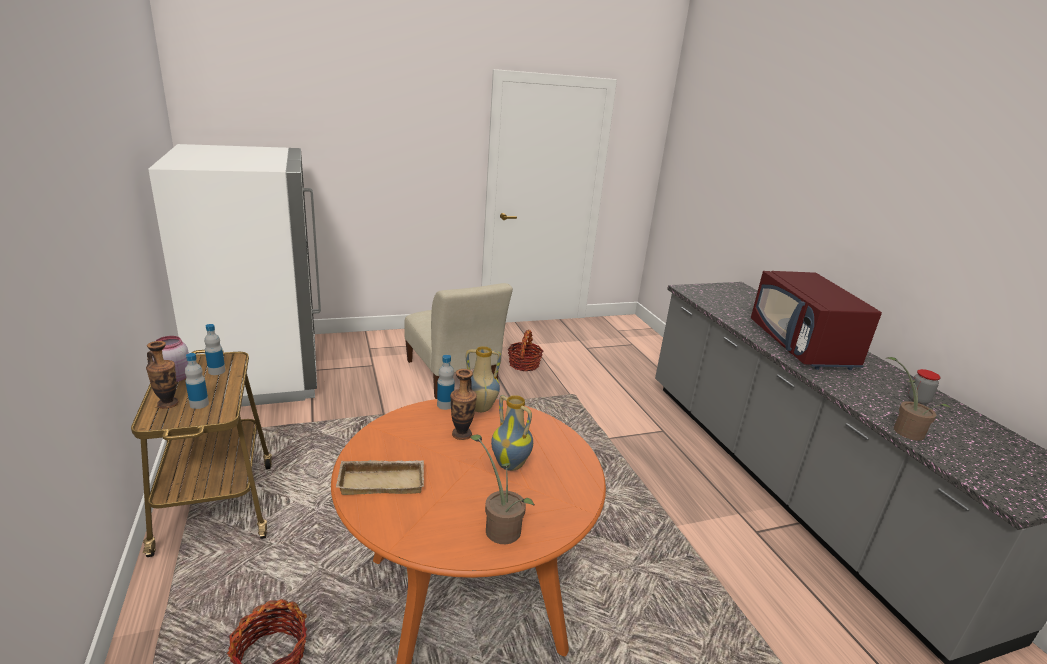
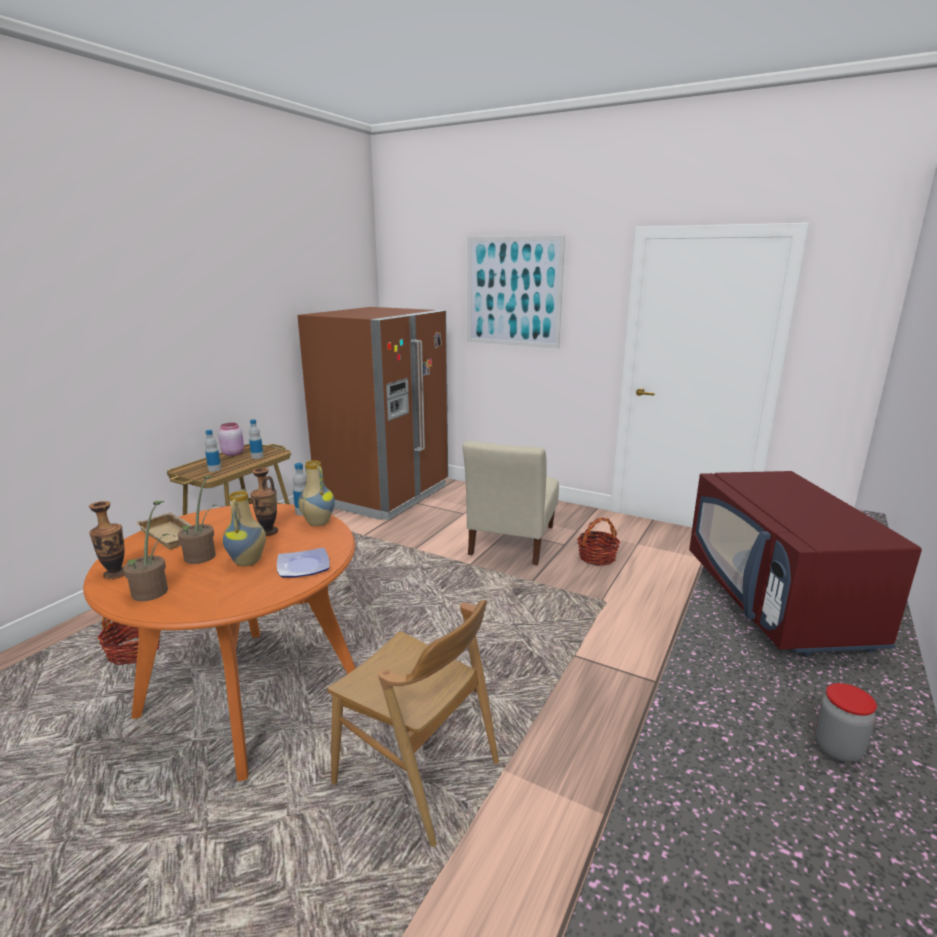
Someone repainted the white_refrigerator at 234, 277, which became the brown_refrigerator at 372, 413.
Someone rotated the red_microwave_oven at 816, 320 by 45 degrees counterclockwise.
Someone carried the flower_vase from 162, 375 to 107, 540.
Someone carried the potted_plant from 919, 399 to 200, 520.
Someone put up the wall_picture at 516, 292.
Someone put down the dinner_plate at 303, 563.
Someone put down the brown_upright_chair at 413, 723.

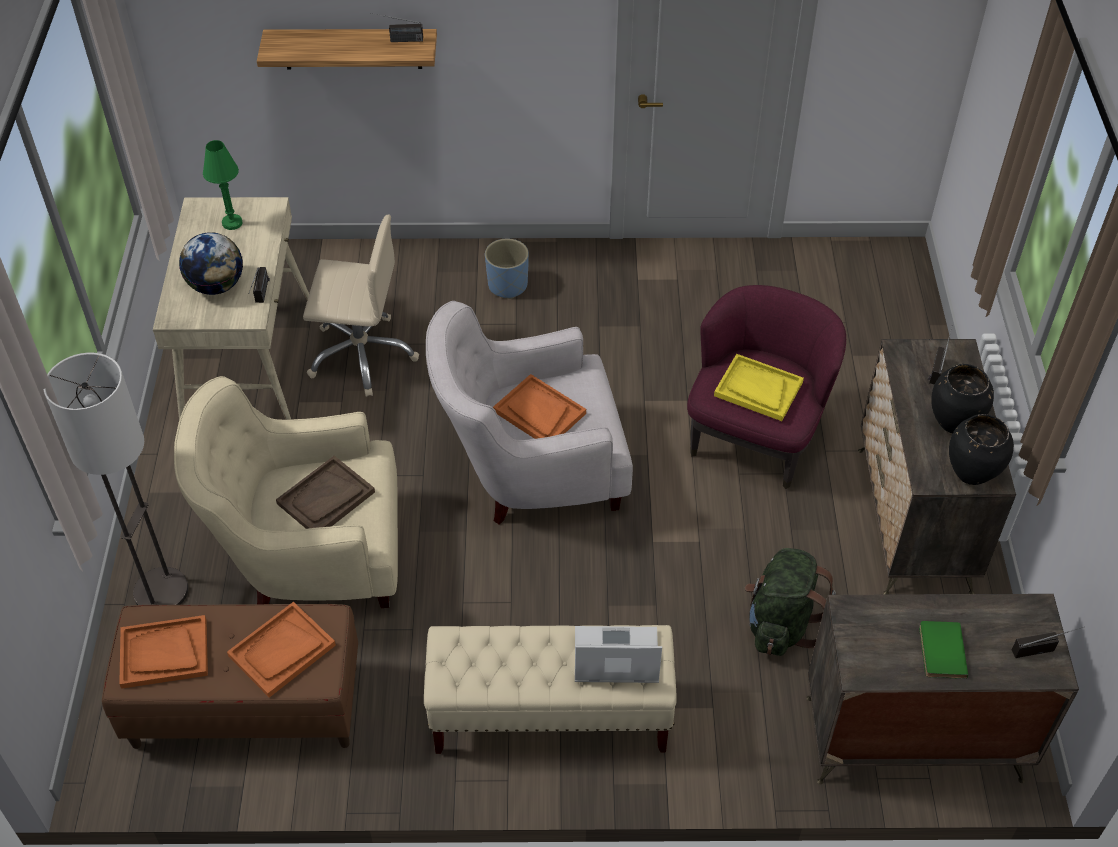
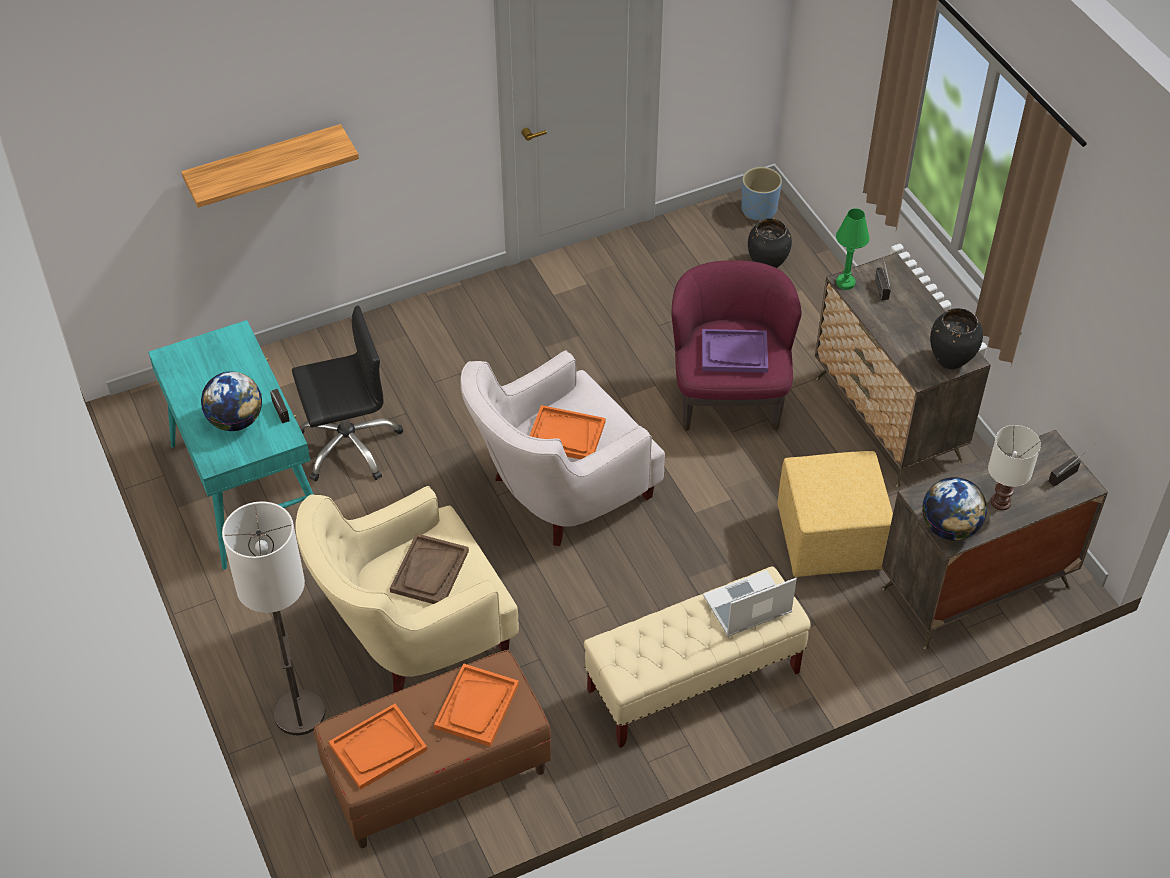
Someone took away the radio_set at 396, 27.
Someone carried the green_tabletop_lamp from 223, 185 to 853, 249.
Someone repainted the beige-coloured_desk_unit at 231, 308, which became the blue-green_desk_unit at 231, 445.
Someone repainted the beige-coloured_desk_chair at 361, 306, which became the blackish_desk_chair at 347, 394.
Someone carried the blue_planter from 507, 269 to 761, 194.
Someone repainted the yellow-coloured_tray at 759, 387, which became the purple_tray at 735, 351.
Someone carried the blackish_flower_vase from 962, 398 to 770, 243.
Someone swapped the green_knapsack at 790, 602 for the yellow-coloured_pouffe at 835, 514.
Someone swapped the green_book at 943, 650 for the white_tabletop_lamp at 1014, 467.
Someone put down the globe at 954, 509.

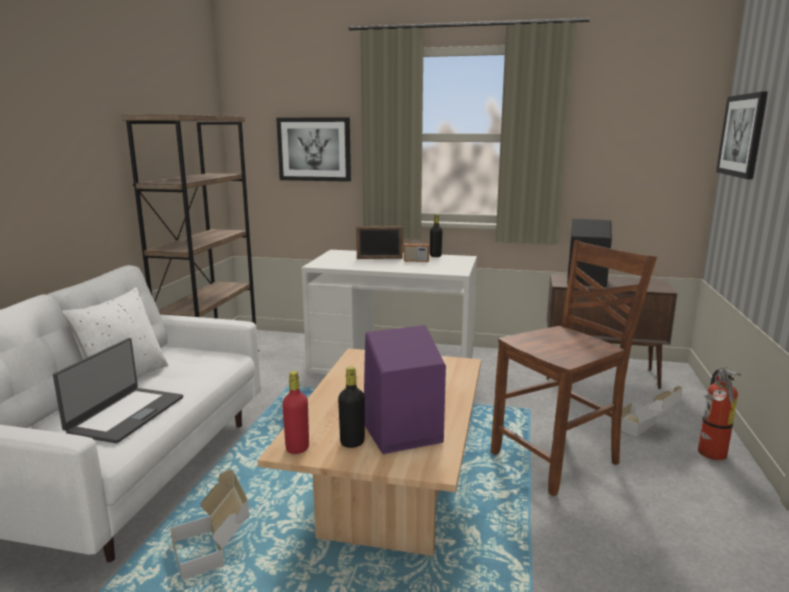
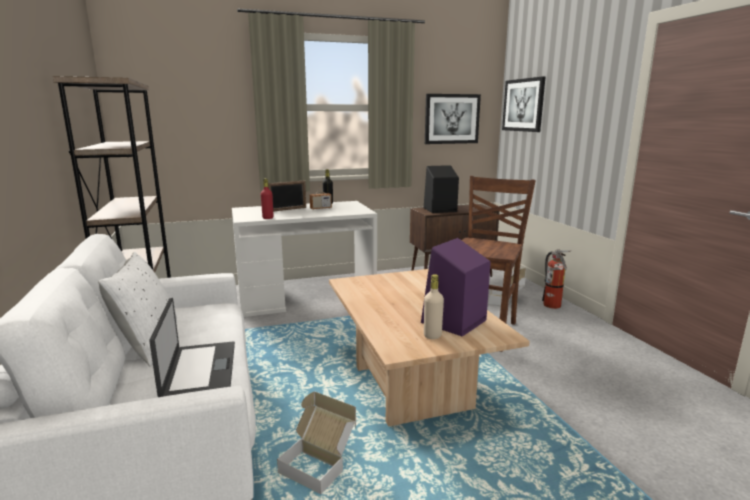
Someone carried the wall_picture from 313, 149 to 453, 119.
Someone repainted the blackish_bottle at 351, 407, which became the beige-coloured_bottle at 434, 306.
Someone carried the red_bottle from 295, 412 to 267, 198.

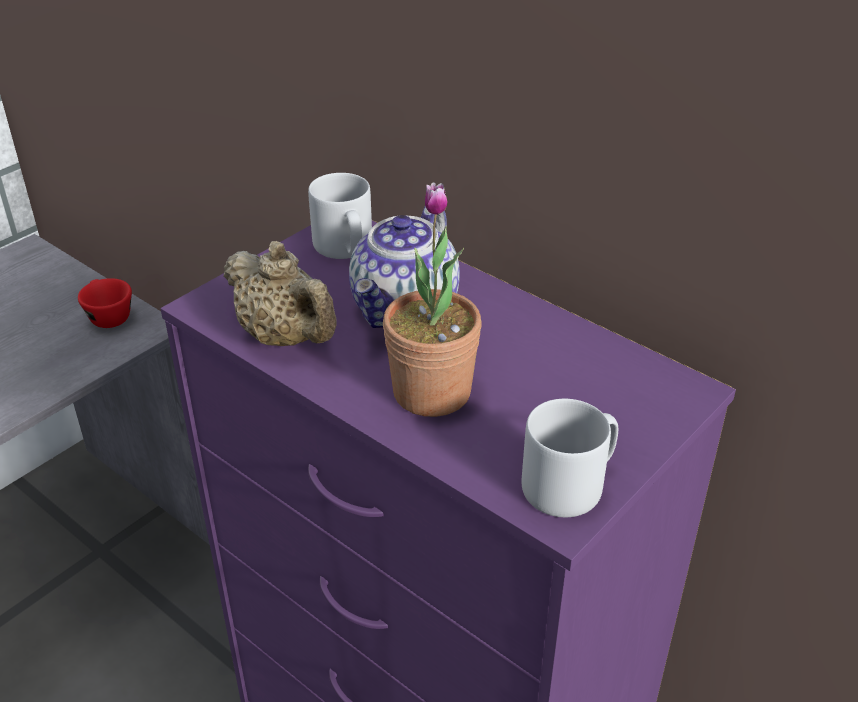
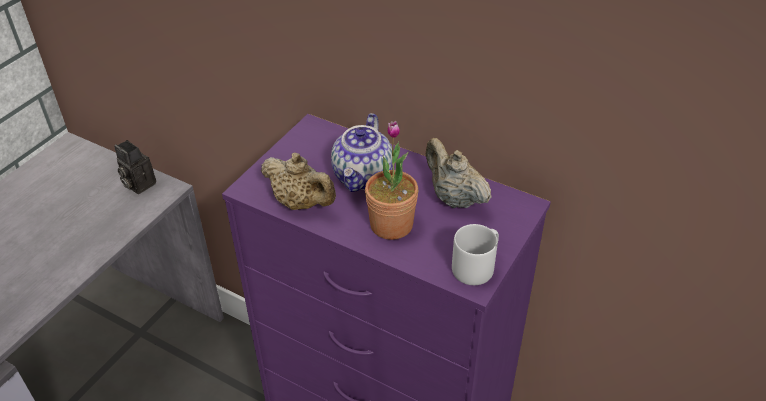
Someone took away the gray_tea_mug at 340, 216.
Someone swapped the red_drinking_cup at 105, 303 for the photo_camera at 135, 167.
Someone put down the beige-coloured_tea_pot at 459, 173.

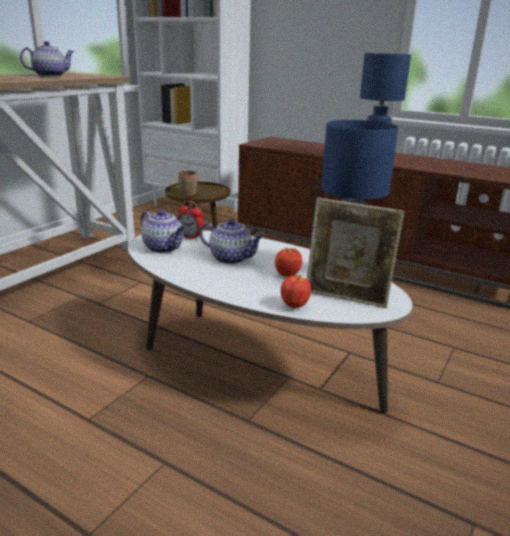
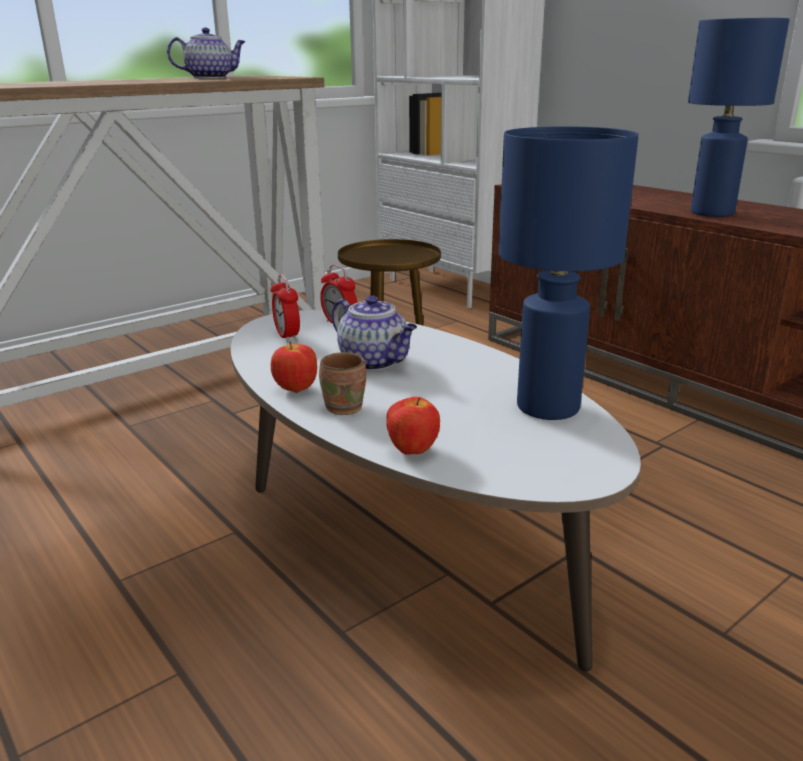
Someone carried the brown_tea_mug from 188, 182 to 342, 383.
Someone took away the photo_frame at 356, 253.
Someone swapped the tea_pot at 163, 231 for the bedside_clock at 285, 308.
Someone carried the whole_apple from 288, 262 to 294, 367.

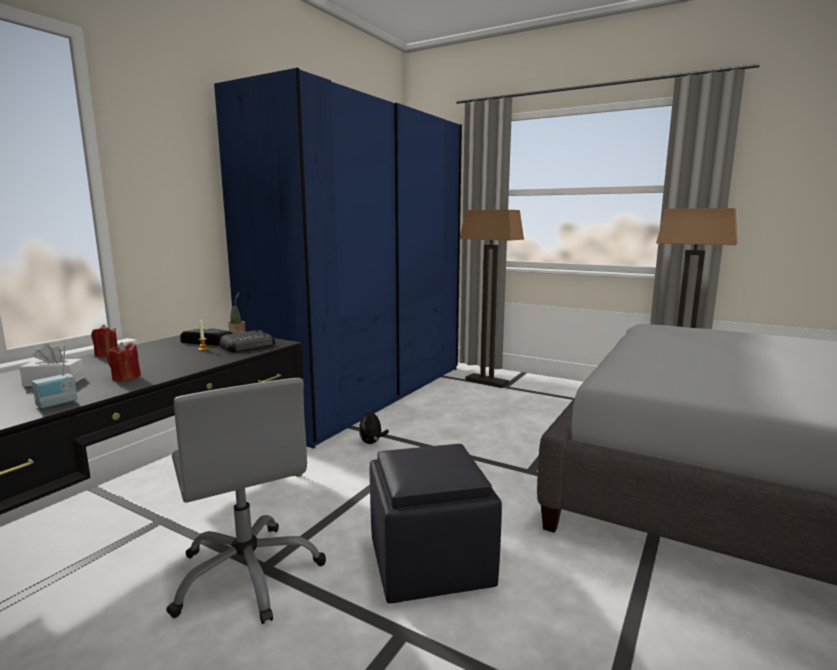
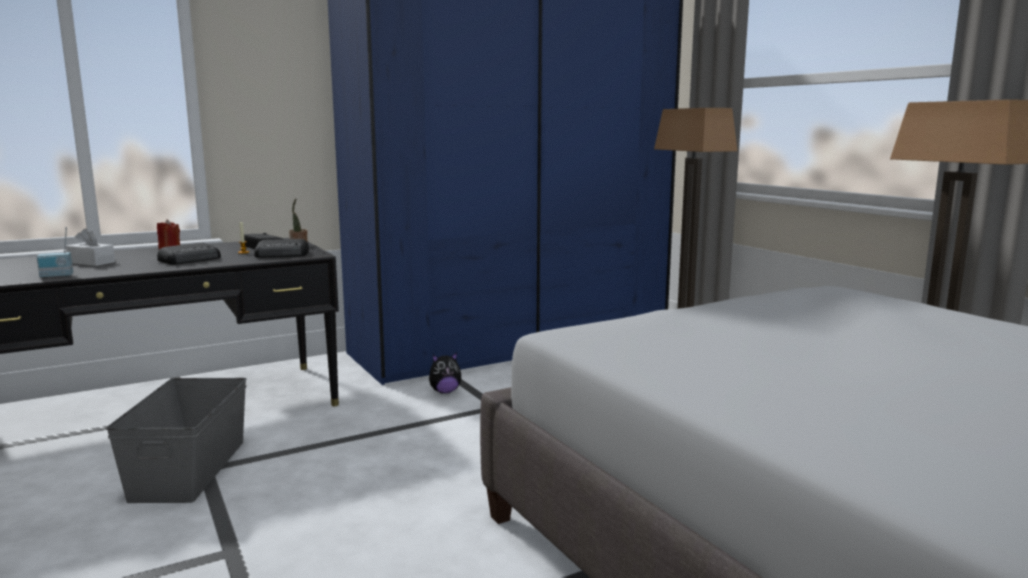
Someone took away the red_wax_candle at 124, 361.
Someone swapped the gray_desk_chair at 246, 501 for the gray_storage_container at 176, 440.
Someone rotated the soft_toy at 374, 425 by 135 degrees counterclockwise.
Someone took away the blackish_pouffe at 436, 524.
Someone put down the radio_set at 189, 254.

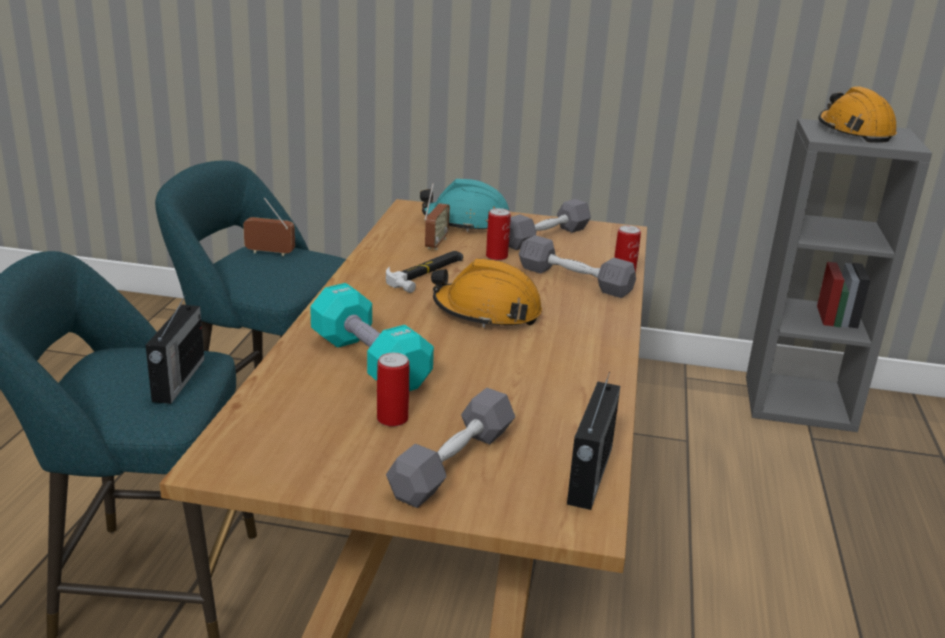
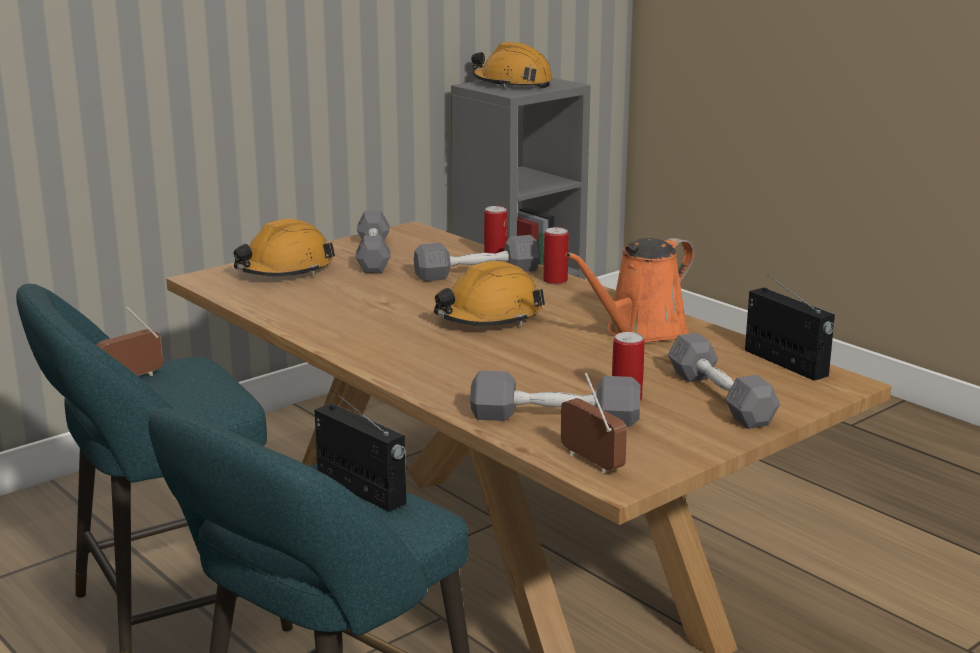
Someone repainted the blue-green_work_helmet at 464, 205, which became the orange-coloured_work_helmet at 284, 247.
Someone carried the radio_set from 437, 216 to 594, 423.
Someone carried the metal_can from 498, 234 to 556, 256.
Someone took away the hammer at 424, 272.
Someone took away the blue-green_free_weight at 372, 337.
Someone put down the orange-coloured_sprinkling_can at 630, 290.
Someone put down the gray_free_weight at 555, 398.

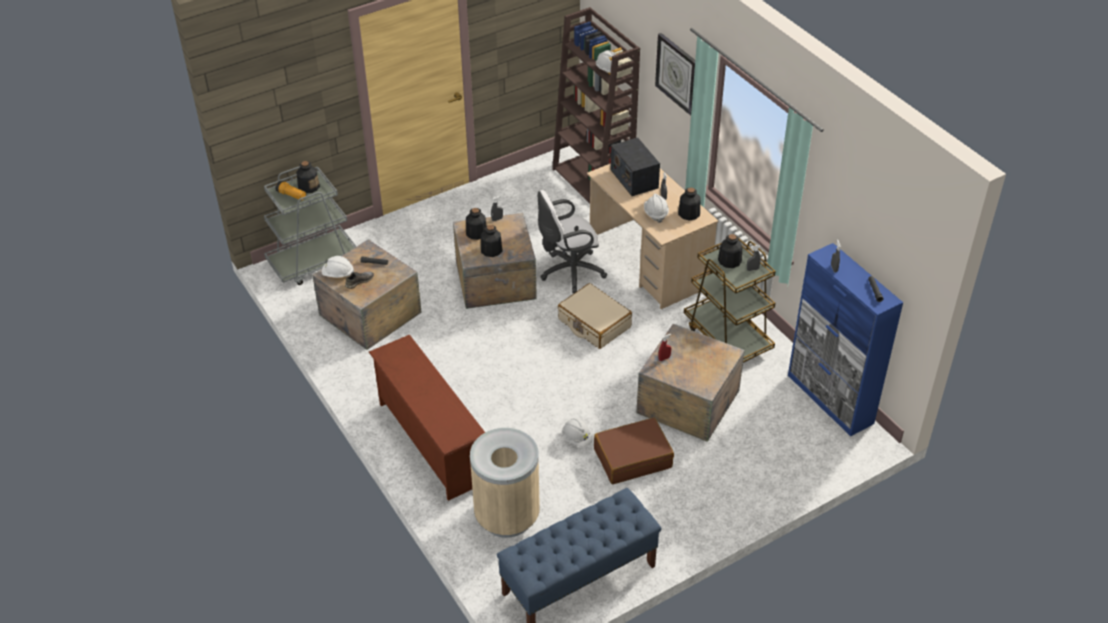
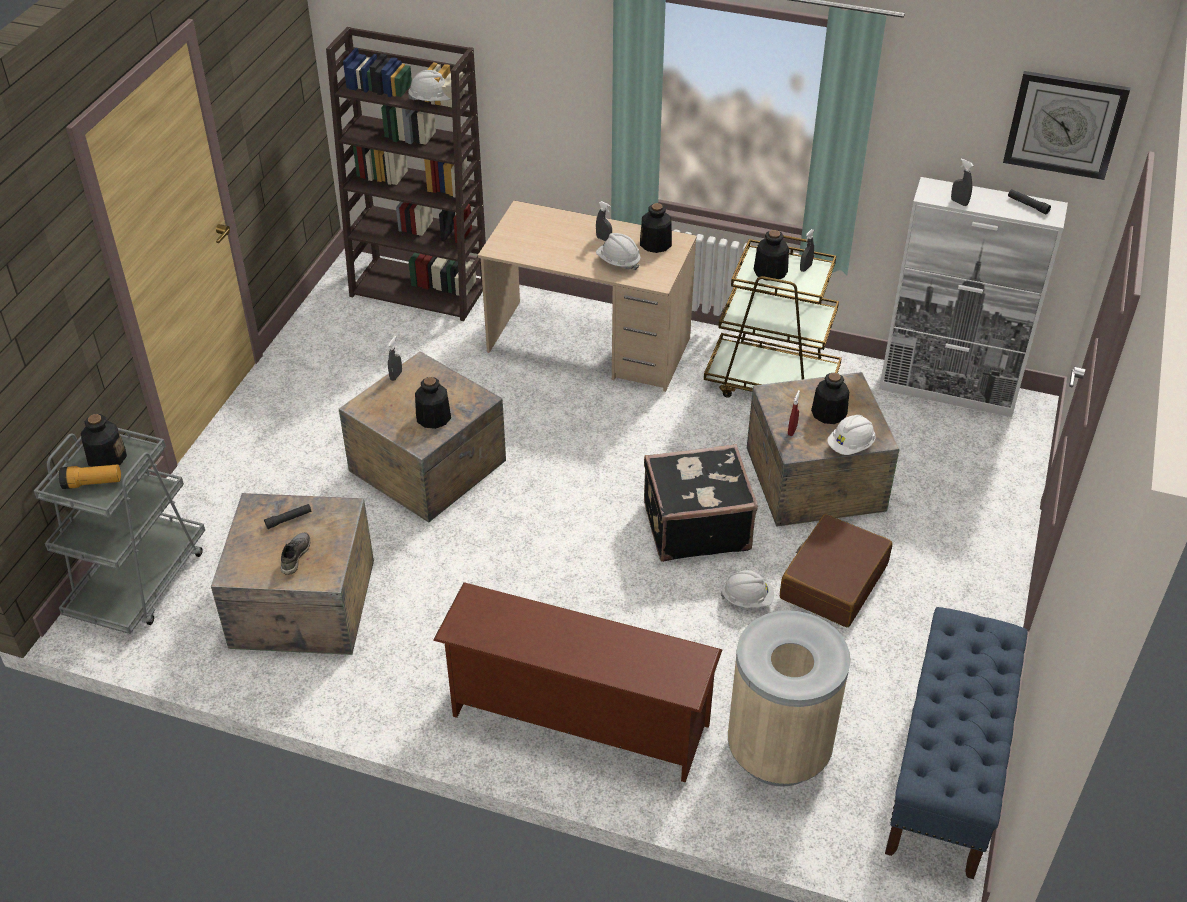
Someone carried the clock_on_the_wall from 675, 74 to 1066, 125.
Someone took away the radio_set at 635, 167.
Someone took away the white_desk_chair at 572, 241.
Someone carried the bottle from 476, 224 to 830, 398.
Someone repainted the blue_cabinet at 845, 339, which became the white_cabinet at 973, 297.
Someone carried the white_work_helmet from 338, 267 to 851, 435.
Someone took away the beige-coloured_piece_of_luggage at 595, 316.
Someone put down the blackish_piece_of_luggage at 701, 503.

